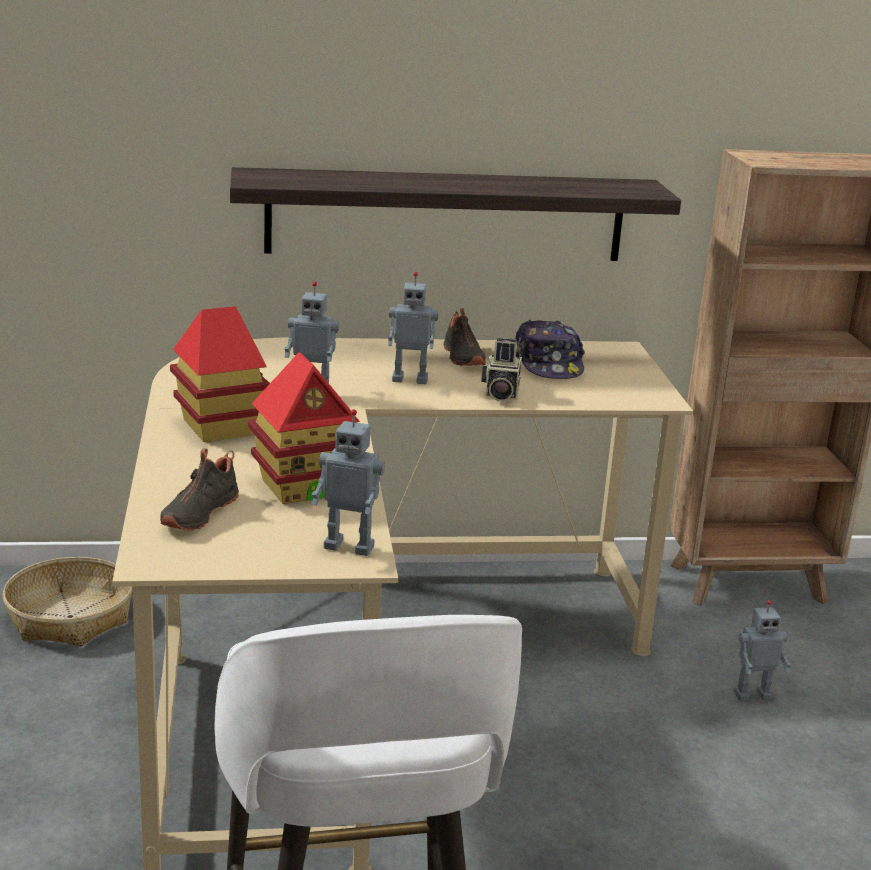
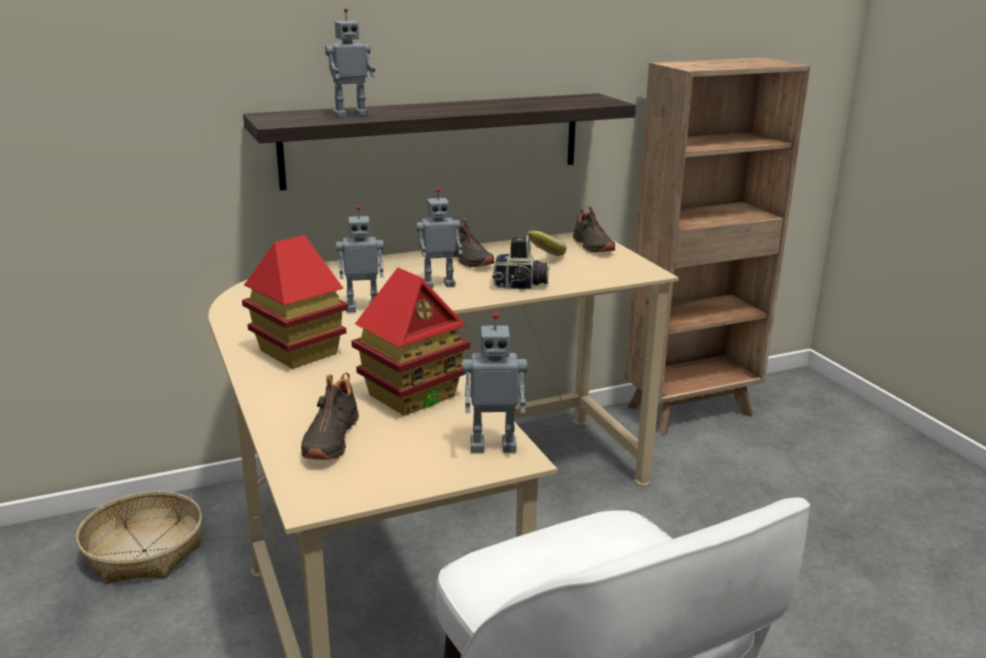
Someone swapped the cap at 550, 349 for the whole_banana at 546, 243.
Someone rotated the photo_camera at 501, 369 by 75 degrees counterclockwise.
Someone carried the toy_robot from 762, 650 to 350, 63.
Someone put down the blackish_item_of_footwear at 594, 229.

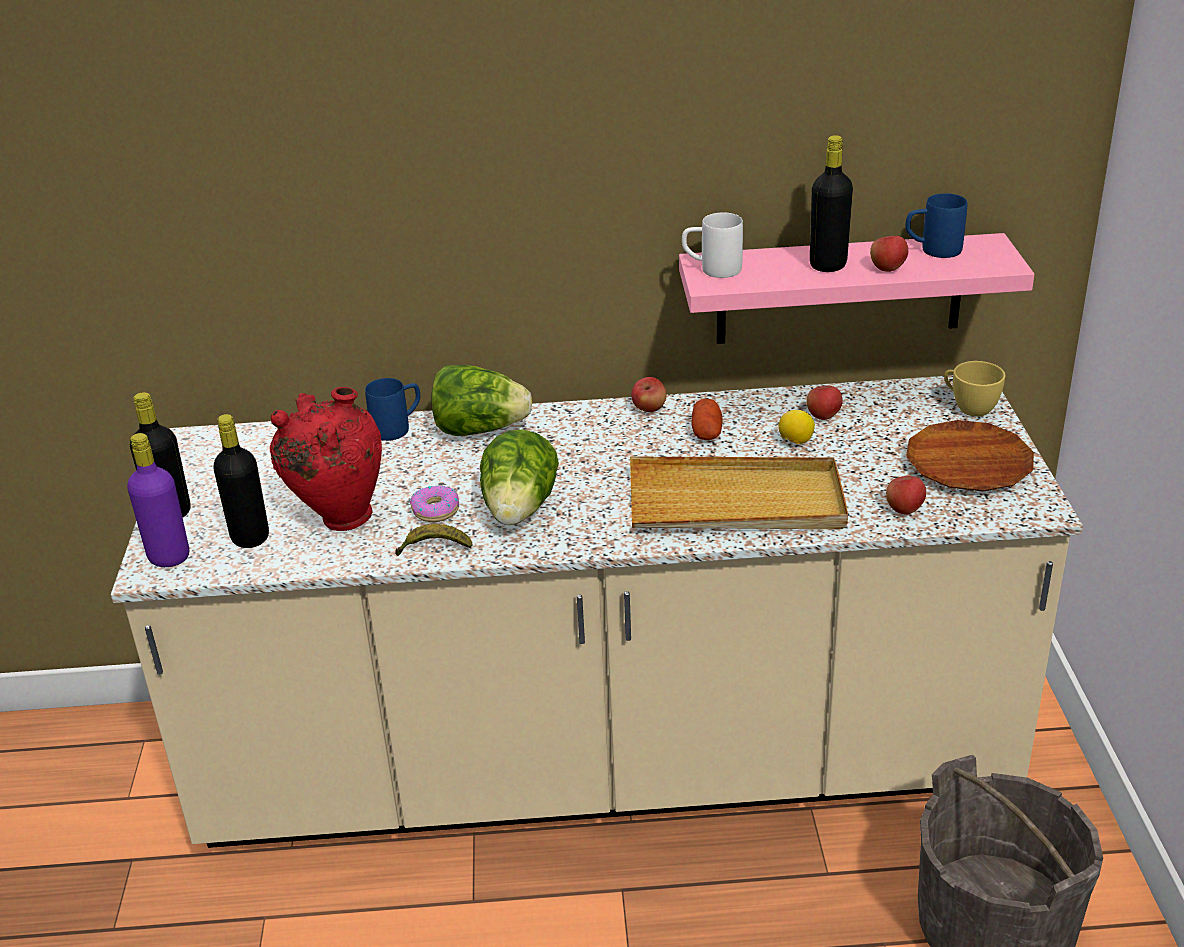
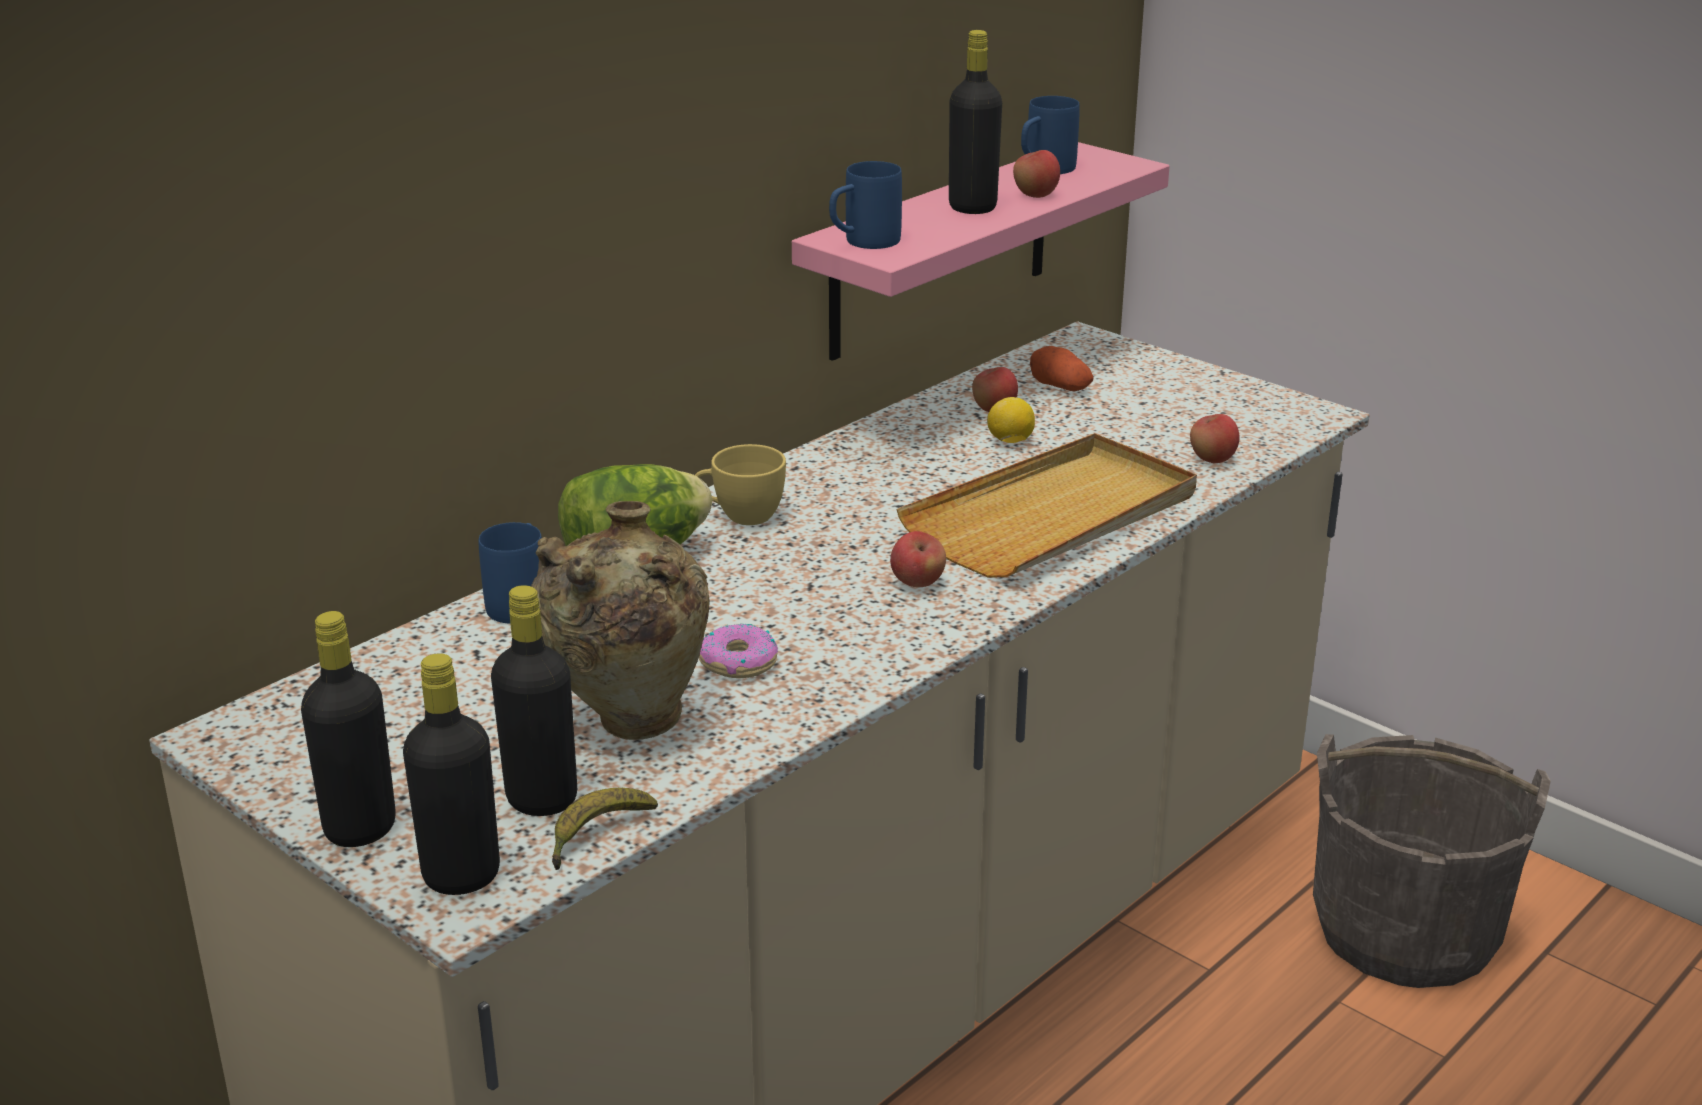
Someone repainted the white_tea_mug at 712, 245, which became the blue_tea_mug at 865, 205.
Someone carried the yellow-coloured_drinking_cup from 975, 389 to 740, 484.
Someone carried the whole_apple from 648, 394 to 918, 559.
Someone repainted the red_flower_vase at 326, 459, which became the beige-coloured_flower_vase at 620, 620.
Someone carried the whole_potato from 707, 419 to 1062, 368.
Someone took away the brown_dinner_plate at 970, 456.
Someone took away the head_of_lettuce at 519, 477.
Someone repainted the purple_bottle at 158, 500, which became the blackish_bottle at 451, 774.
Someone carried the whole_banana from 434, 540 to 605, 829.

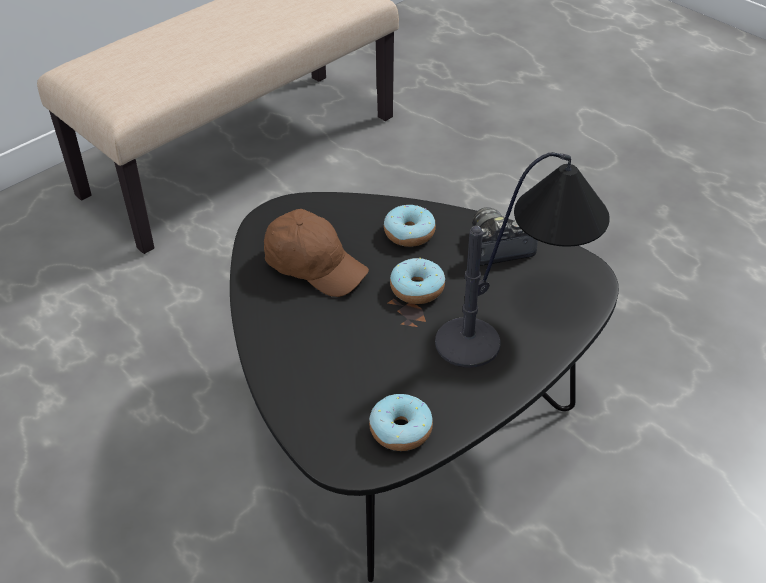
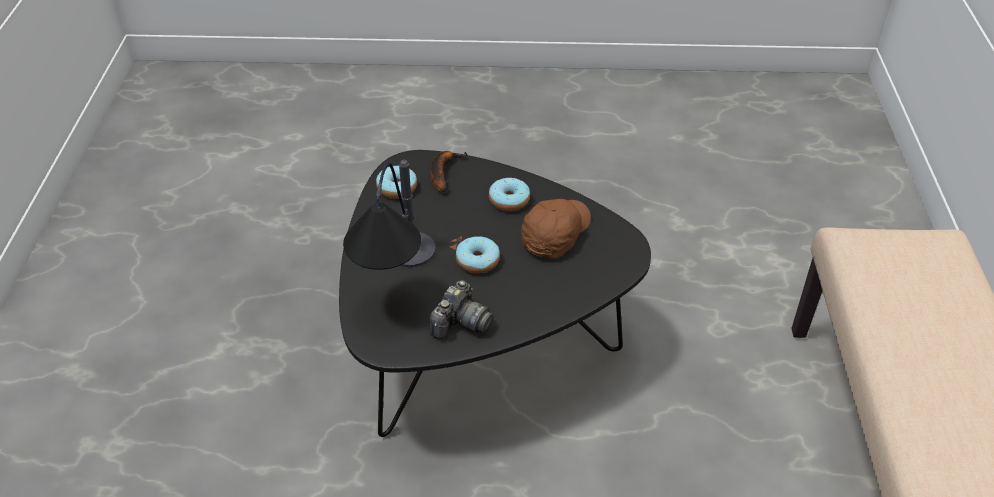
Someone carried the doughnut from 410, 226 to 509, 194.
Someone rotated the brown_cap at 316, 253 by 135 degrees clockwise.
Someone put down the whole_banana at 448, 171.

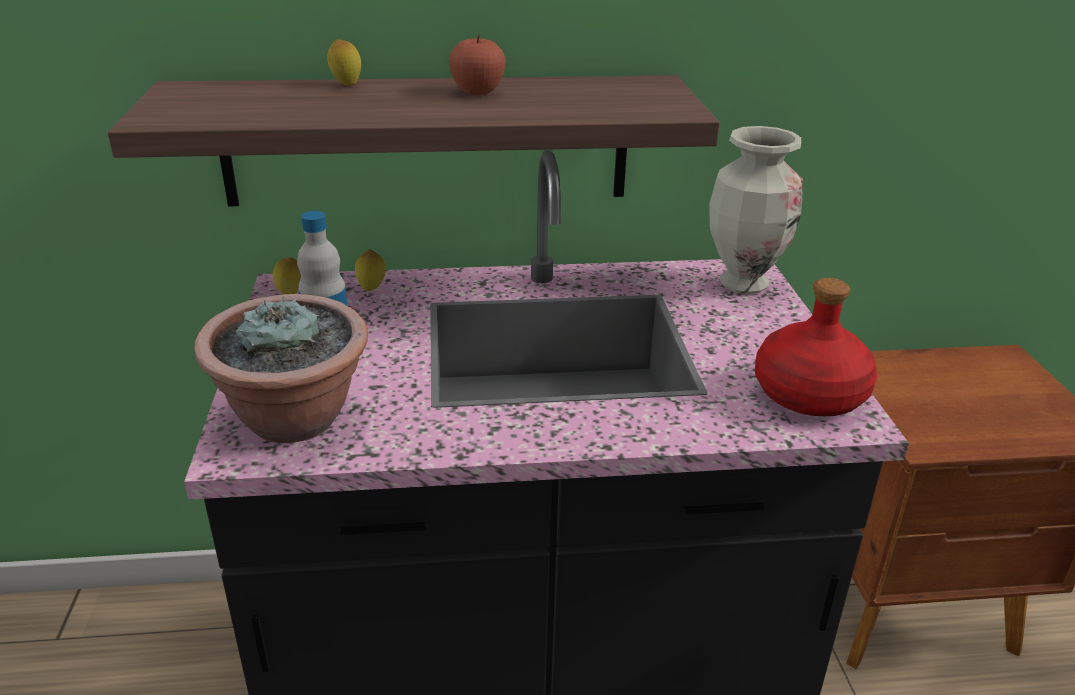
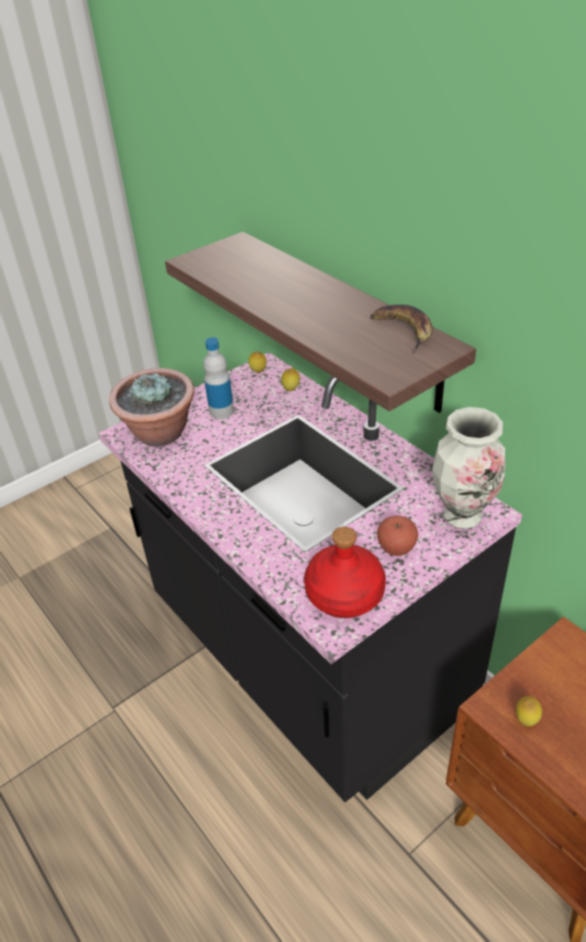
Someone carried the whole_apple from 477, 64 to 397, 536.
Someone carried the whole_lemon from 344, 62 to 529, 711.
Someone put down the whole_banana at 401, 328.

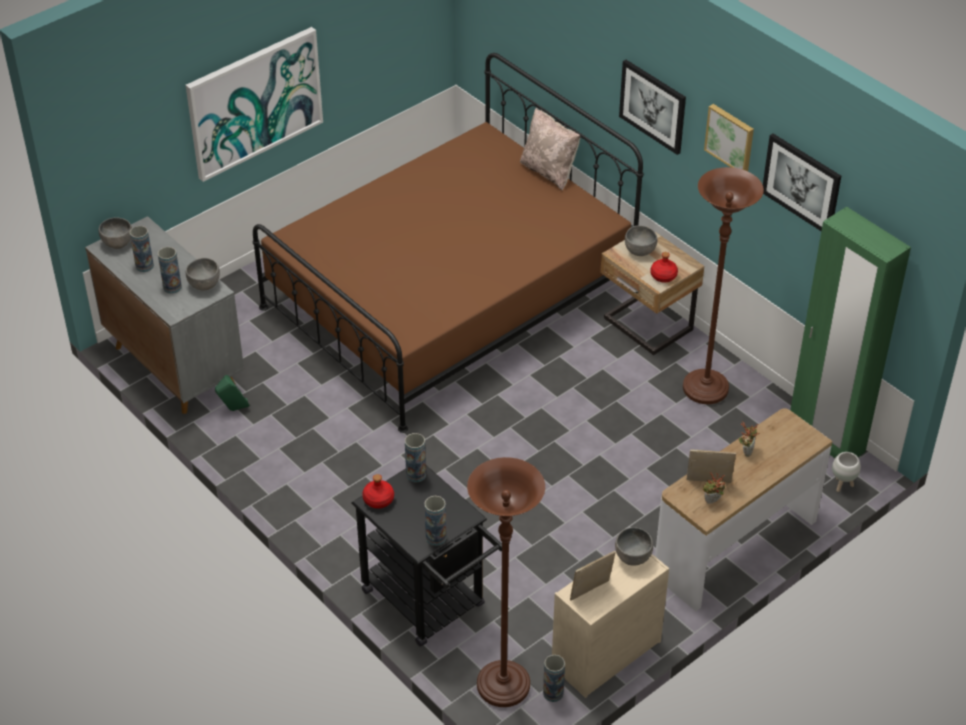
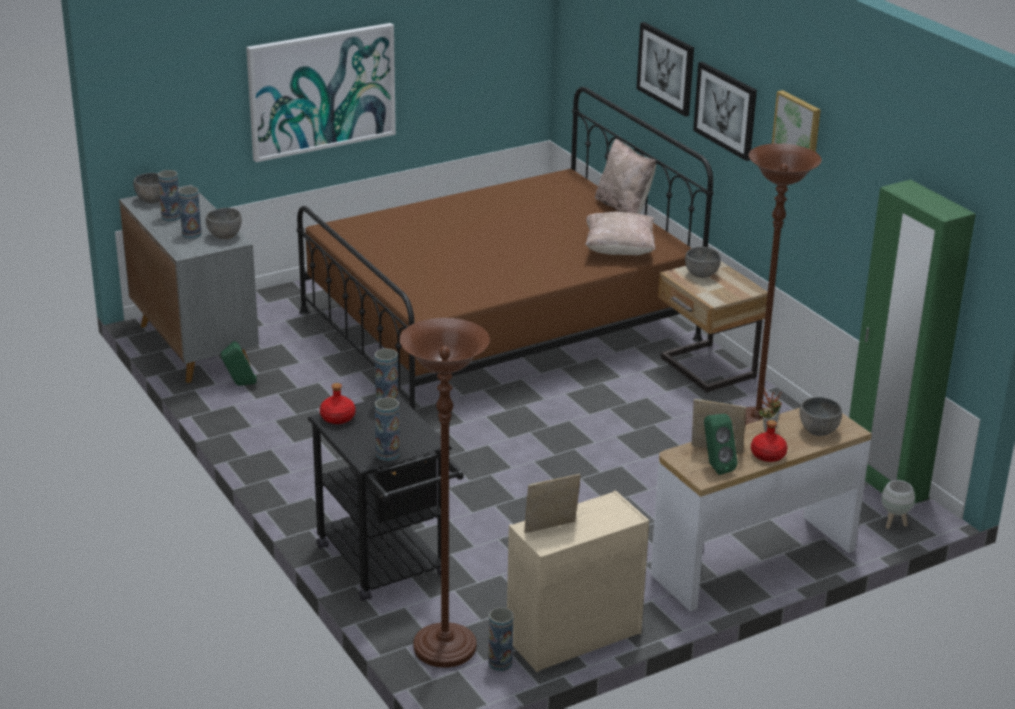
Someone carried the wall_picture from 802, 182 to 665, 69.
Someone carried the red_bottle from 664, 267 to 769, 441.
Someone swapped the potted_plant at 714, 487 for the green_speaker at 721, 444.
Someone carried the gray_bowl from 634, 546 to 821, 416.
Someone put down the beige-coloured_cushion at 620, 233.

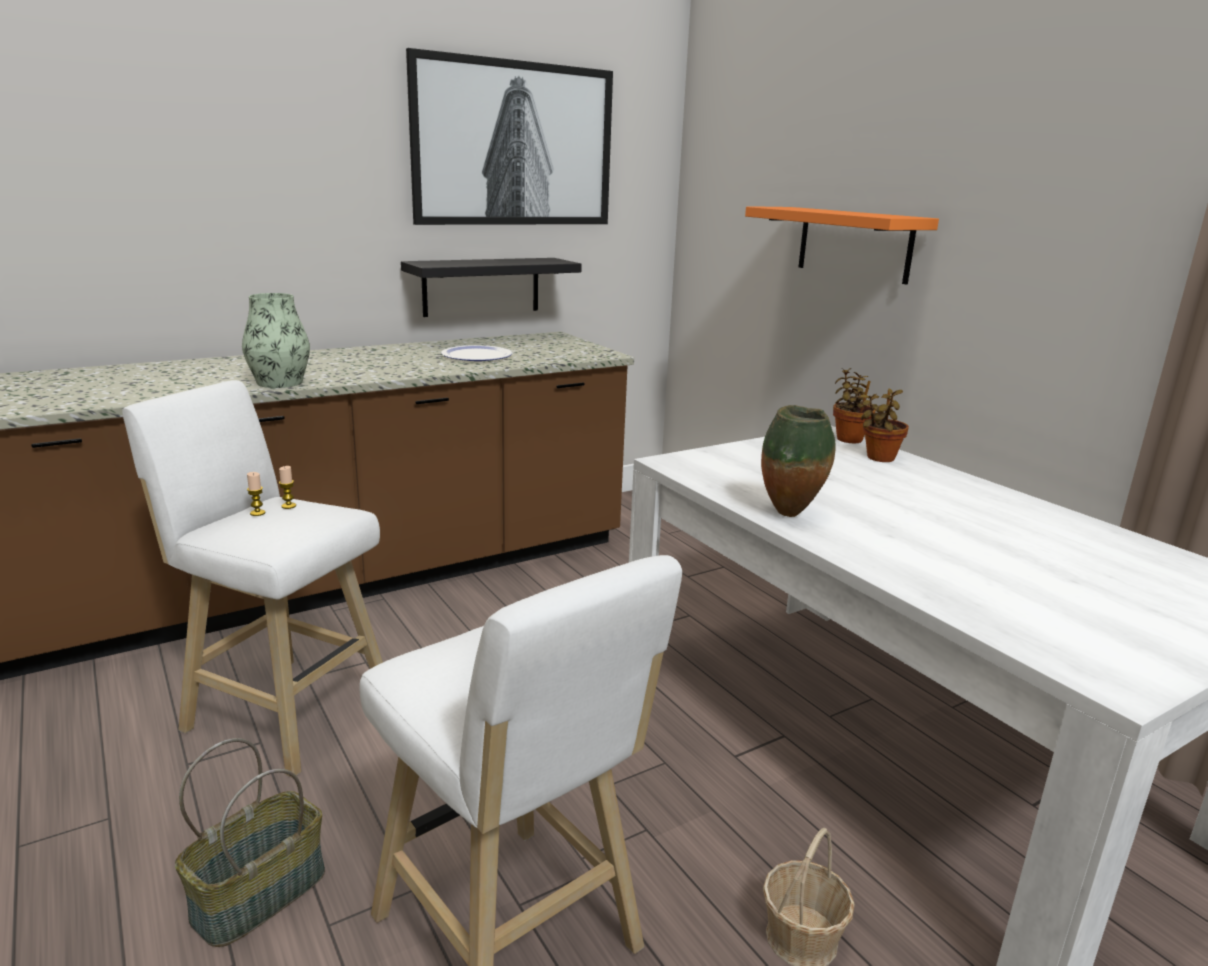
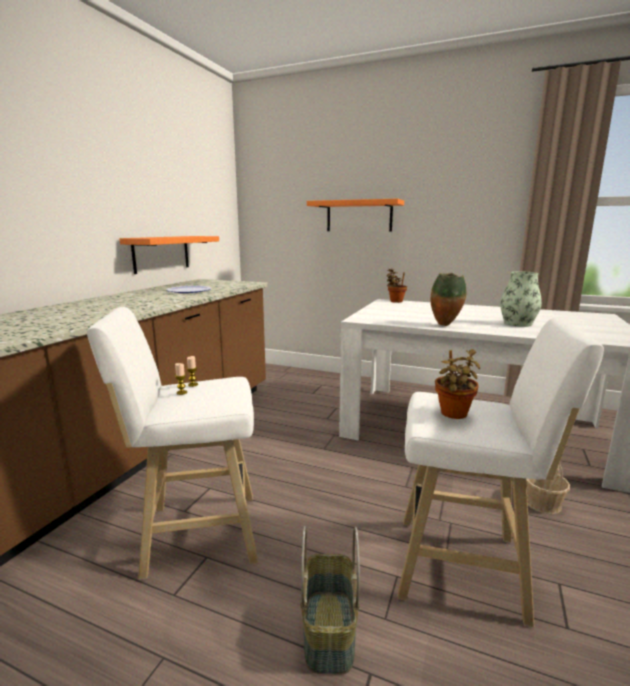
Someone took away the wall_picture at 509, 136.
Someone repainted the blackish_shelf at 491, 287, which became the orange-coloured_shelf at 169, 255.
Someone carried the flower_vase from 276, 340 to 521, 299.
Someone carried the potted_plant from 884, 425 to 457, 384.

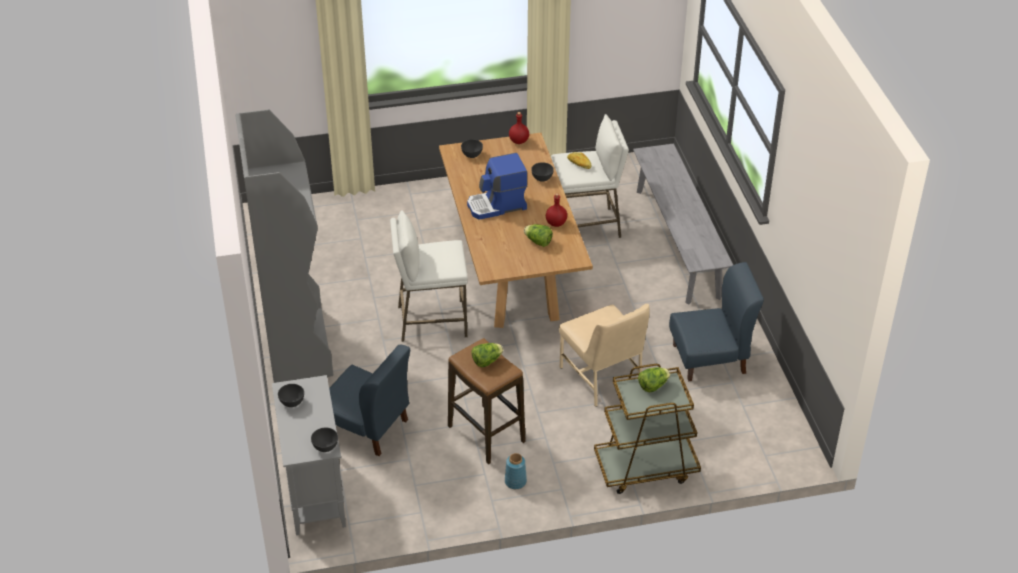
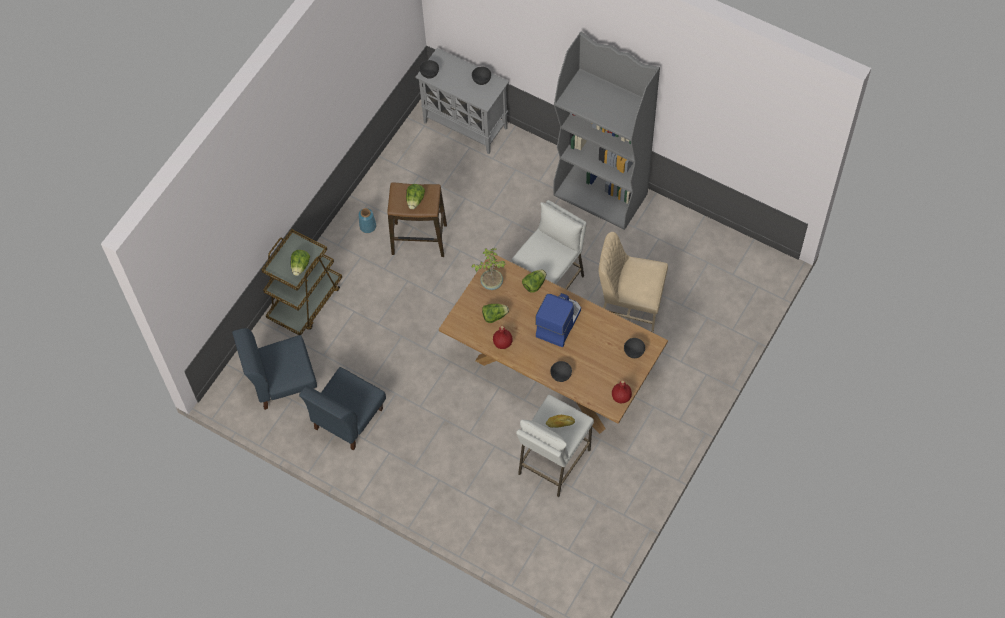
Someone took away the gray_indoor_bench at 683, 224.
Someone carried the beige-coloured_upright_chair from 604, 355 to 633, 282.
Someone carried the blue_upright_chair from 370, 400 to 274, 369.
Someone put down the potted_plant at 489, 269.
Someone put down the head_of_lettuce at 534, 281.

